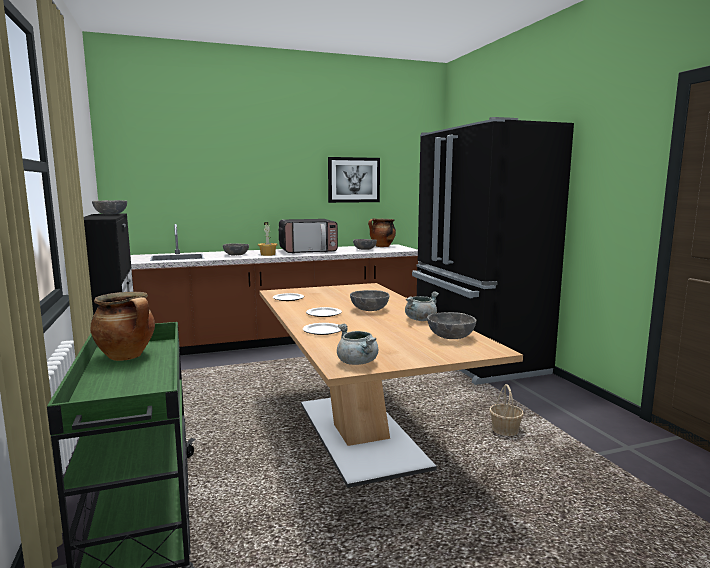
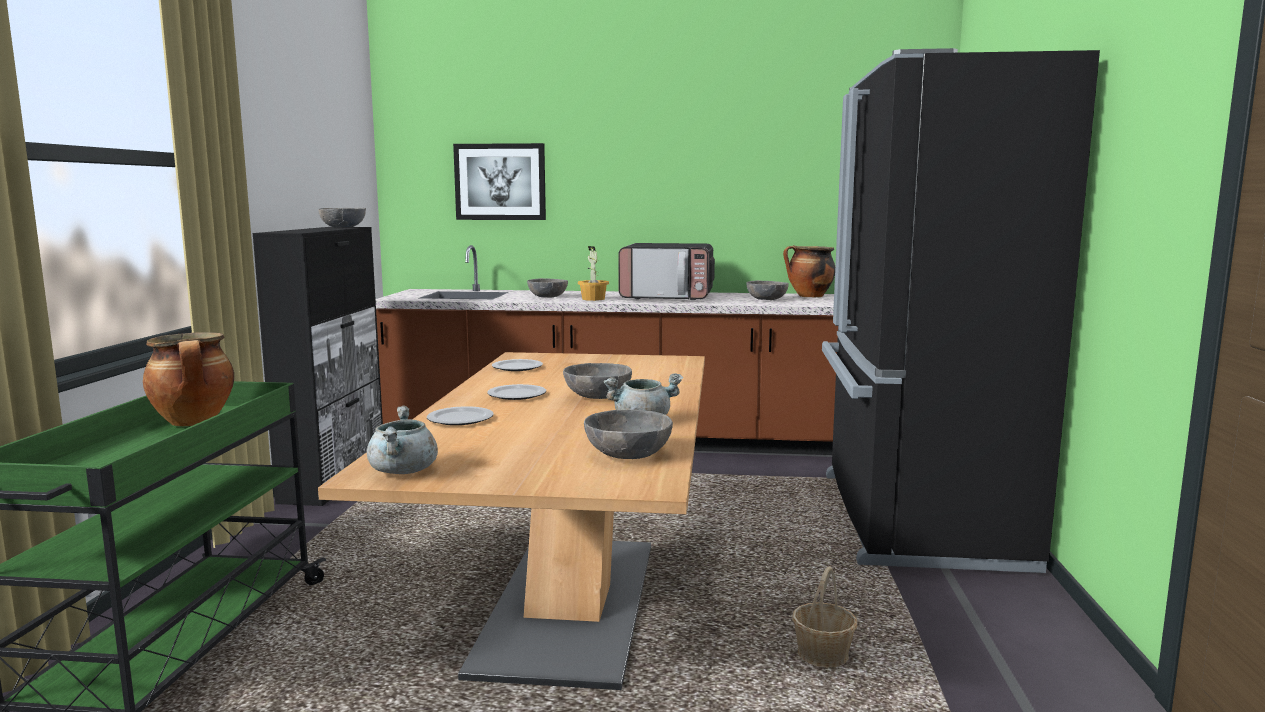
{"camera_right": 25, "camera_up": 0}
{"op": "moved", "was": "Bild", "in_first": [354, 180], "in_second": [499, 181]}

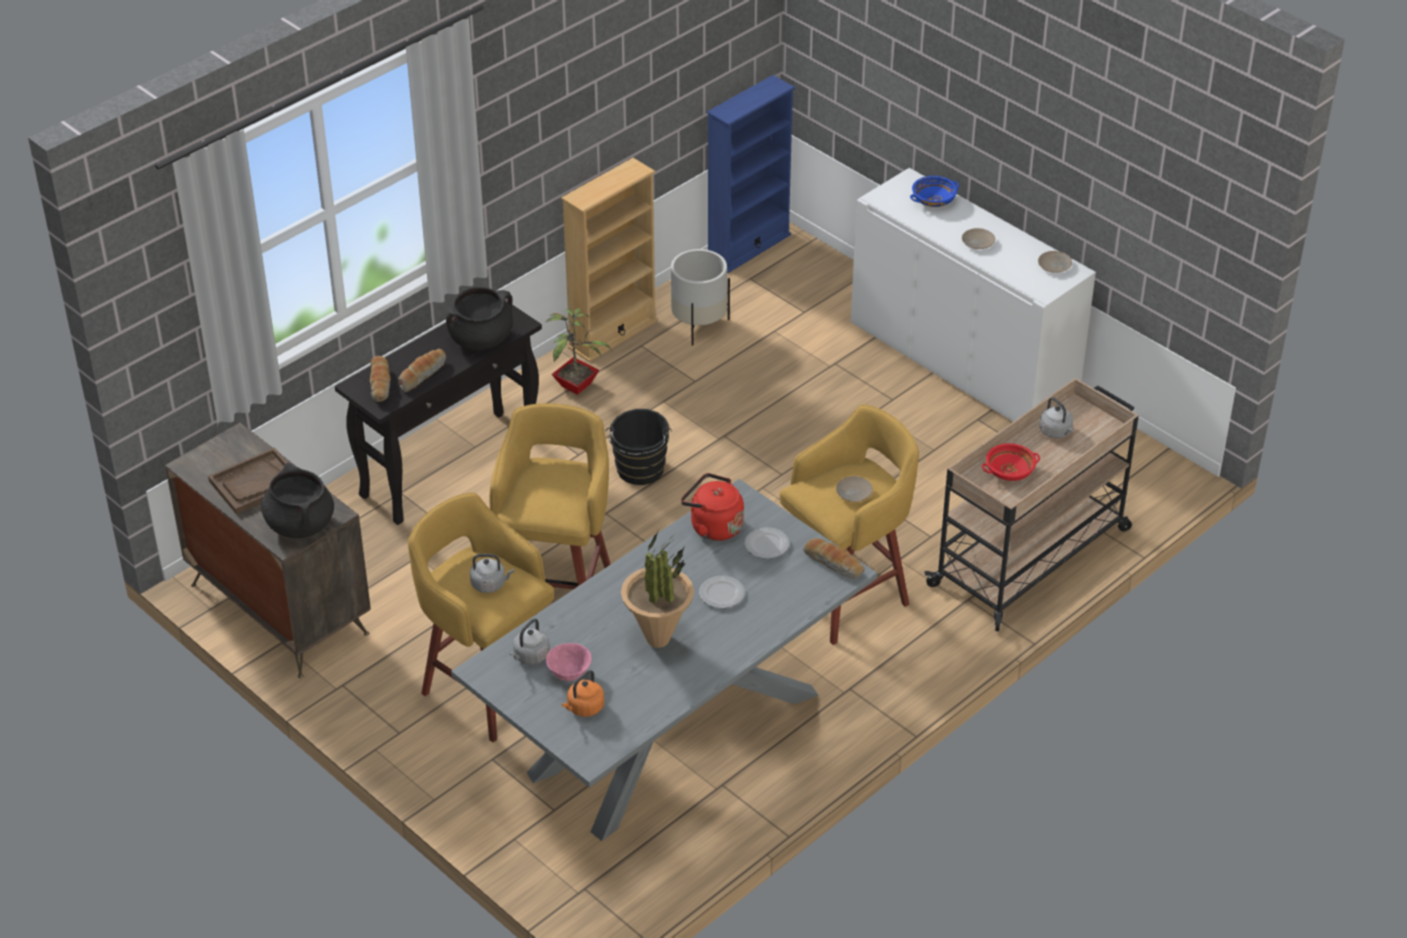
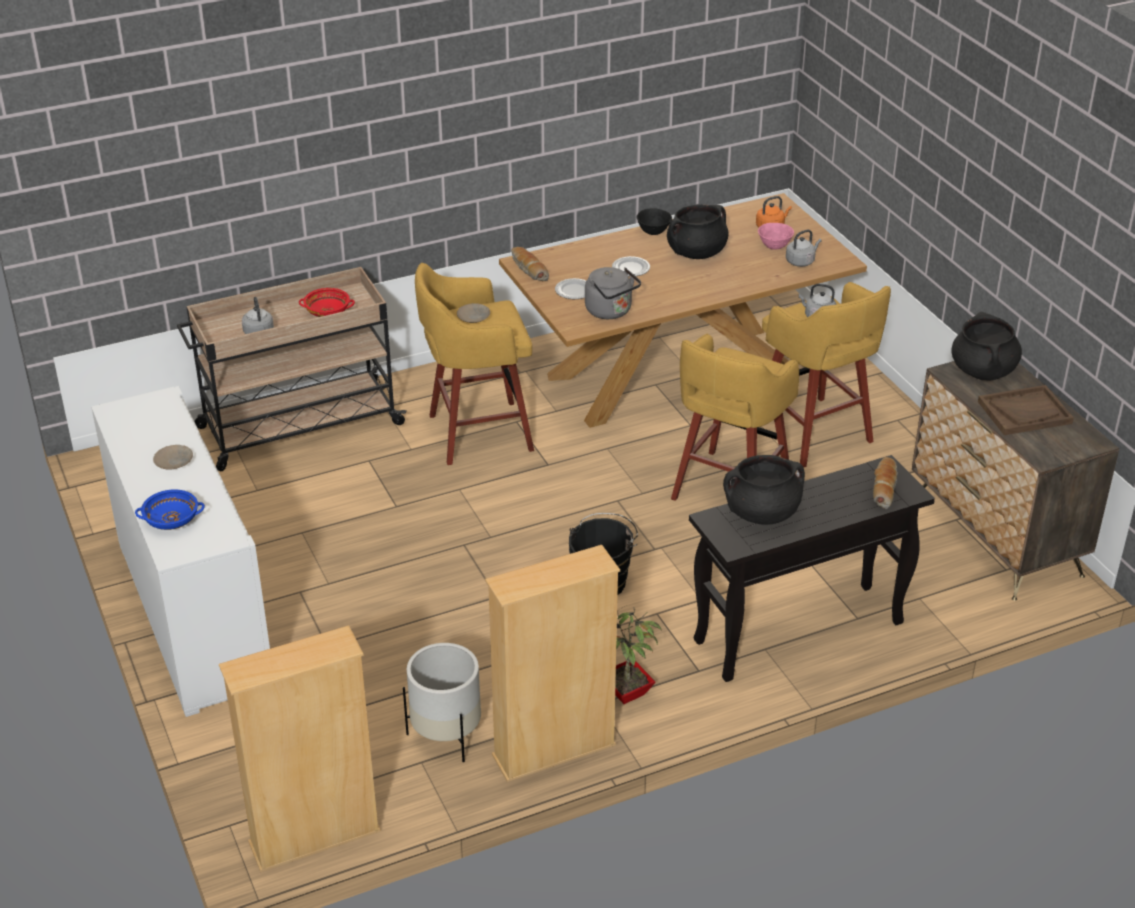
{"camera_right": -160, "camera_up": -5}
{"op": "removed", "was": "Brot", "in_first": [422, 370]}
{"op": "recoloured", "was": "Esstisch [grau]", "now": "Esstisch [braun]", "in_first": [664, 660], "in_second": [683, 310]}
{"op": "replaced", "was": "Topfpflanze", "now": "Kochtopf [schwarz]", "in_first": [657, 589], "in_second": [698, 231]}
{"op": "recoloured", "was": "Wasserkessel [rot]", "now": "Wasserkessel [grau]", "in_first": [712, 507], "in_second": [613, 293]}
{"op": "recoloured", "was": "Bücherregal [blau]", "now": "Bücherregal [beige]", "in_first": [751, 174], "in_second": [300, 748]}
{"op": "removed", "was": "Teller [beige]", "in_first": [1055, 262]}
{"op": "added", "now": "Schüssel [schwarz]", "in_second": [654, 221]}

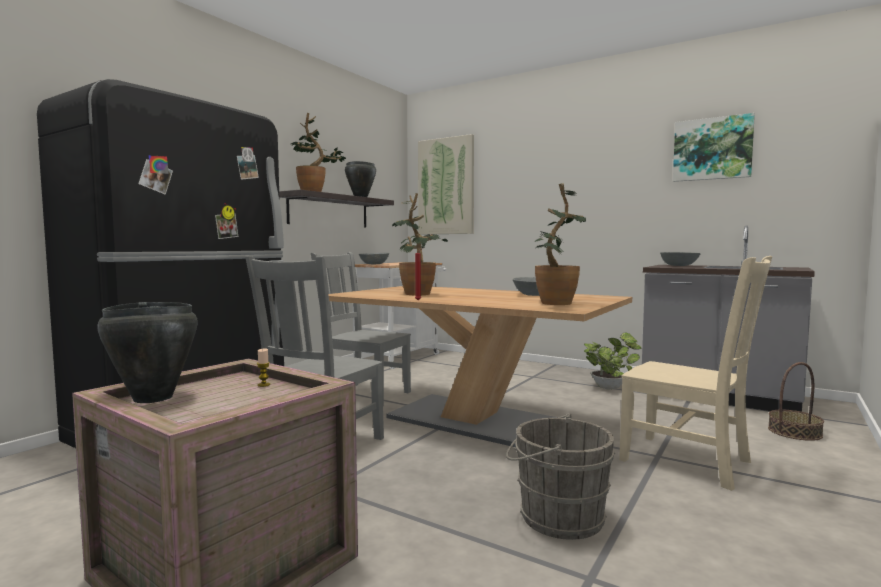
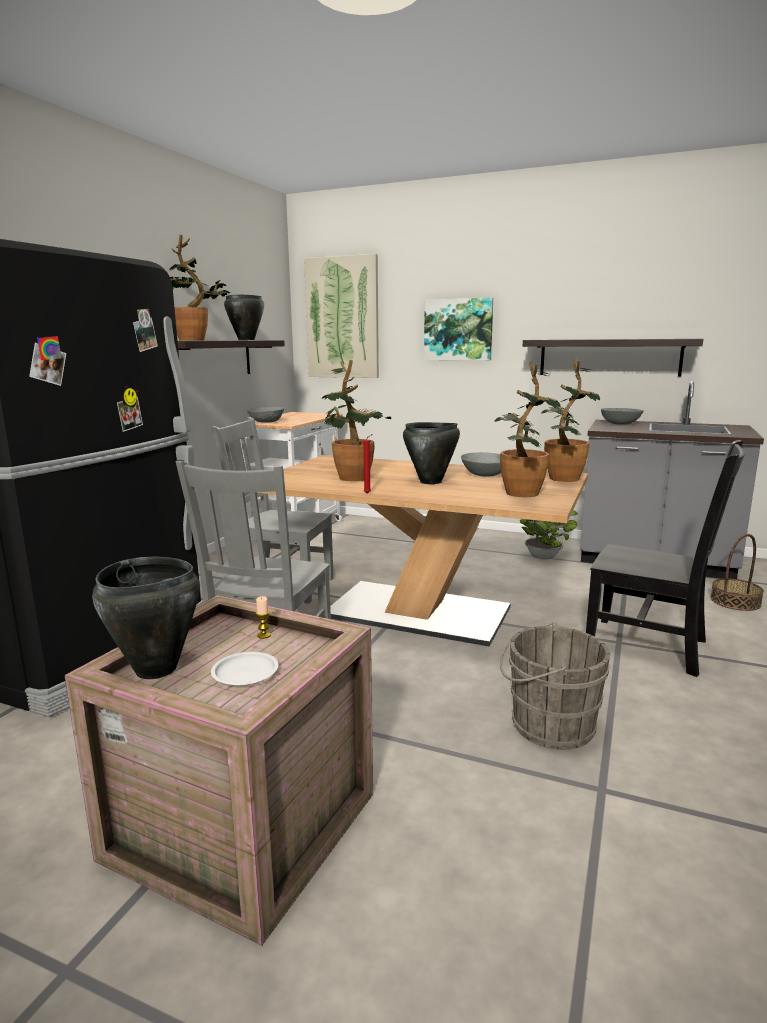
{"camera_right": -10, "camera_up": 10}
{"op": "recoloured", "was": "Stuhl [beige]", "now": "Stuhl [schwarz]", "in_first": [695, 373], "in_second": [665, 558]}
{"op": "moved", "was": "Bild", "in_first": [714, 147], "in_second": [458, 328]}
{"op": "added", "now": "Teller [weiß]", "in_second": [245, 669]}
{"op": "added", "now": "Kochtopf [schwarz]", "in_second": [431, 453]}
{"op": "added", "now": "Wandregal", "in_second": [613, 357]}
{"op": "added", "now": "Topfpflanze", "in_second": [570, 420]}

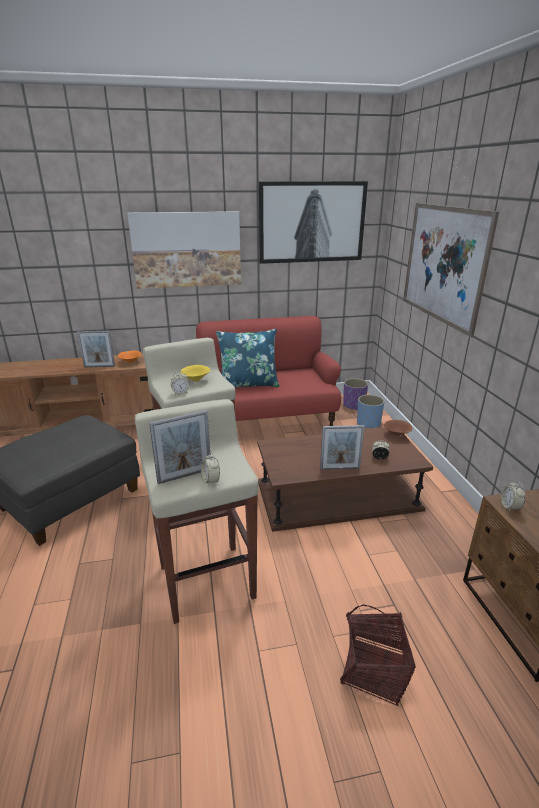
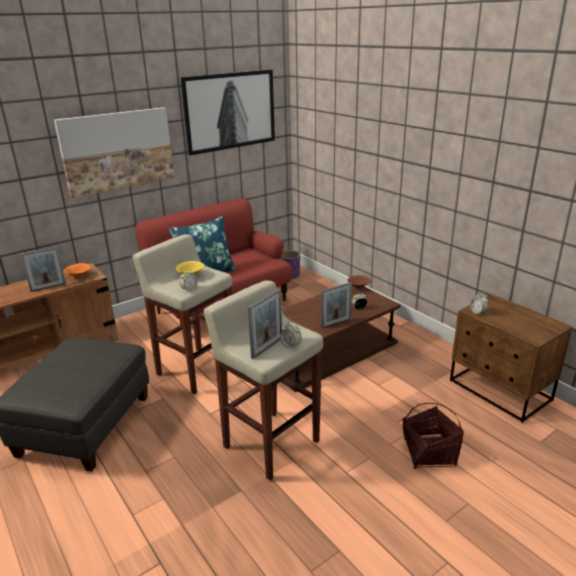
{"camera_right": -25, "camera_up": 0}
{"op": "removed", "was": "Pflanzkübel [blau]", "in_first": [370, 411]}
{"op": "removed", "was": "Bild", "in_first": [451, 270]}

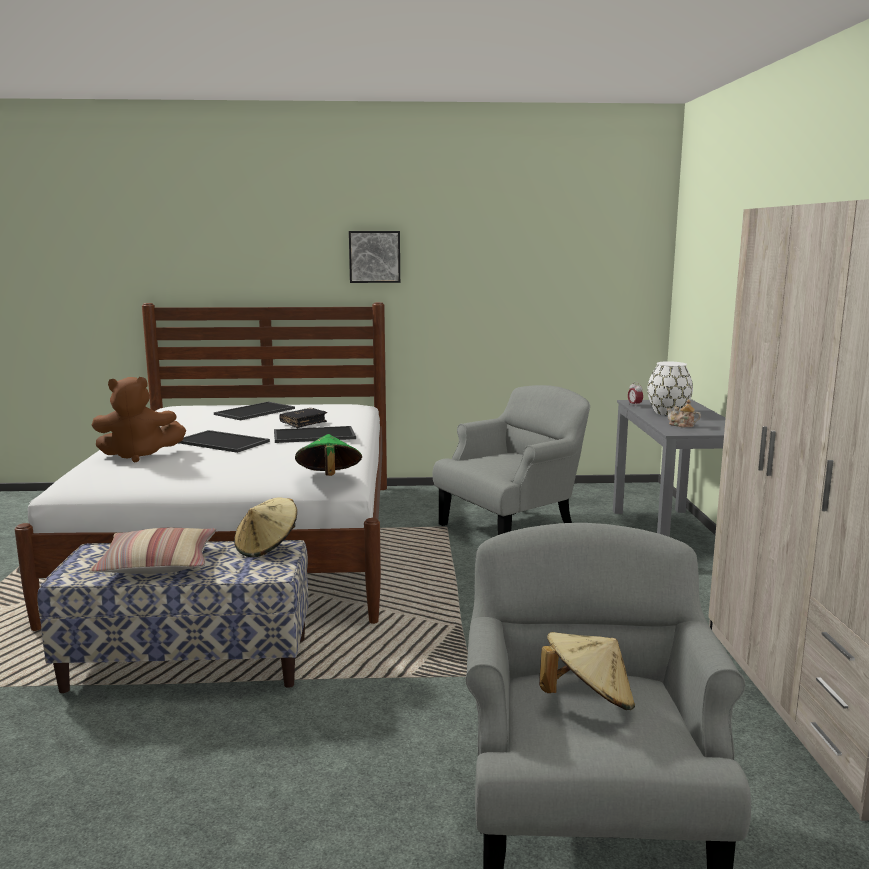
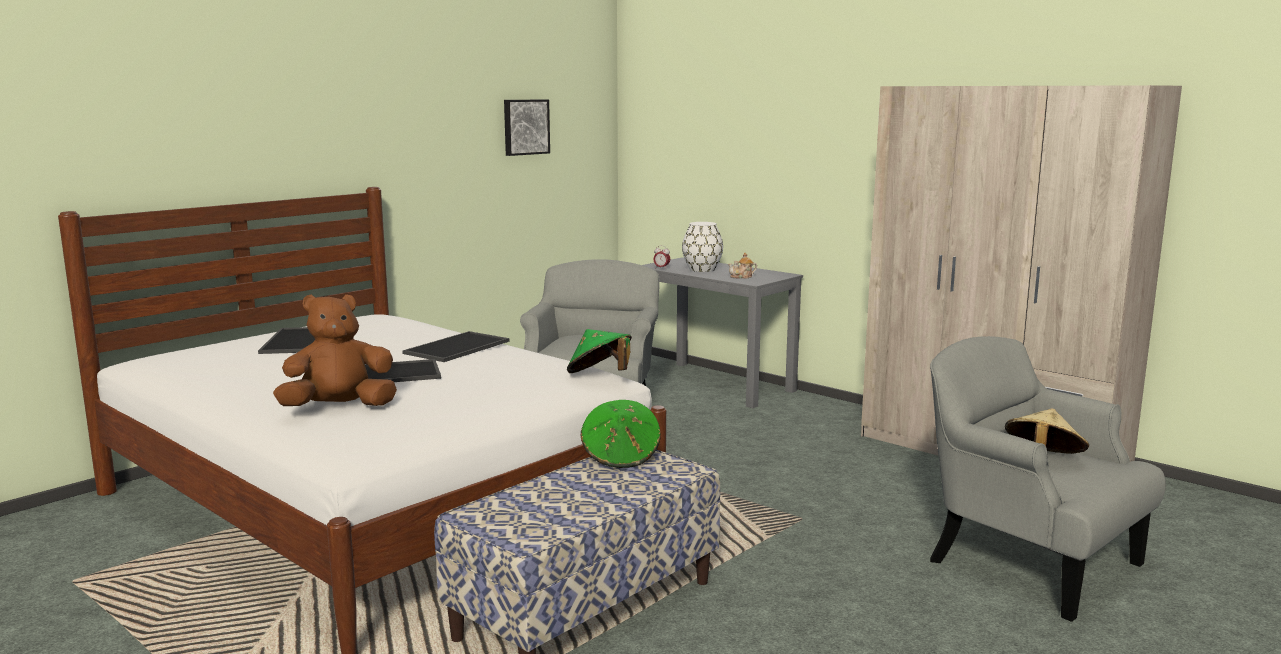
{"camera_right": -45, "camera_up": 0}
{"op": "removed", "was": "Kissen", "in_first": [152, 551]}
{"op": "turned", "was": "Plüschtier [braun]", "in_first": [139, 419], "in_second": [335, 350], "clockwise": -150}
{"op": "recoloured", "was": "Hut [beige]", "now": "Hut [grün]", "in_first": [265, 527], "in_second": [620, 434]}
{"op": "removed", "was": "Buch [schwarz]", "in_first": [303, 418]}
{"op": "moved", "was": "Bild", "in_first": [374, 257], "in_second": [527, 127]}

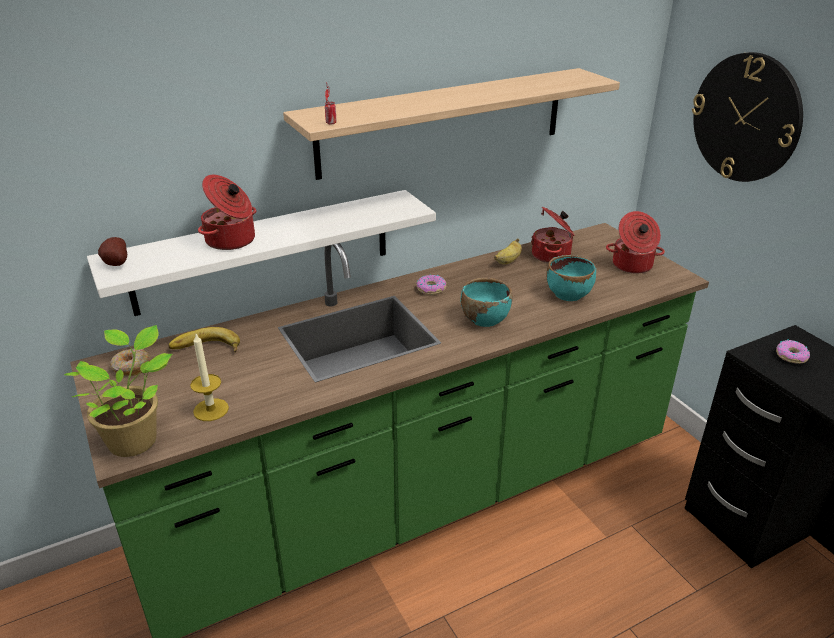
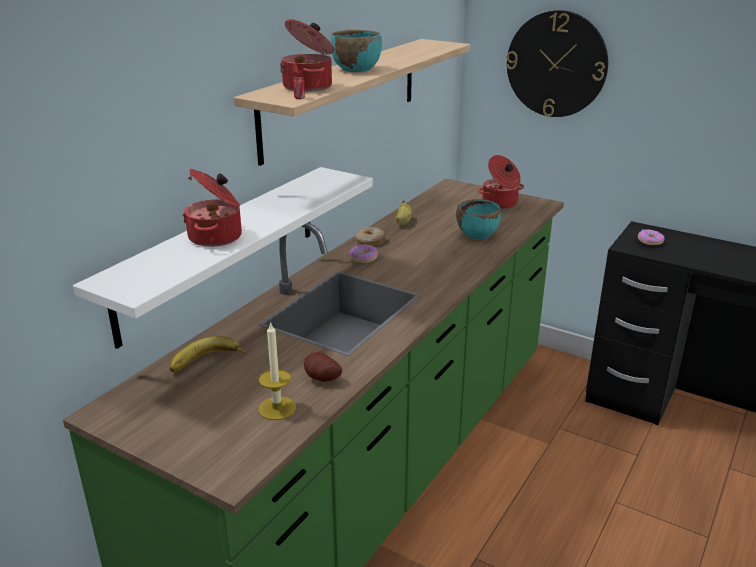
{"camera_right": -30, "camera_up": -5}
{"op": "removed", "was": "Topfpflanze", "in_first": [118, 391]}
{"op": "moved", "was": "Kartoffel", "in_first": [112, 251], "in_second": [323, 367]}
{"op": "moved", "was": "Donut", "in_first": [130, 362], "in_second": [370, 236]}
{"op": "moved", "was": "Schüssel [türkis]", "in_first": [486, 302], "in_second": [356, 51]}
{"op": "moved", "was": "Kochtopf", "in_first": [553, 234], "in_second": [307, 55]}

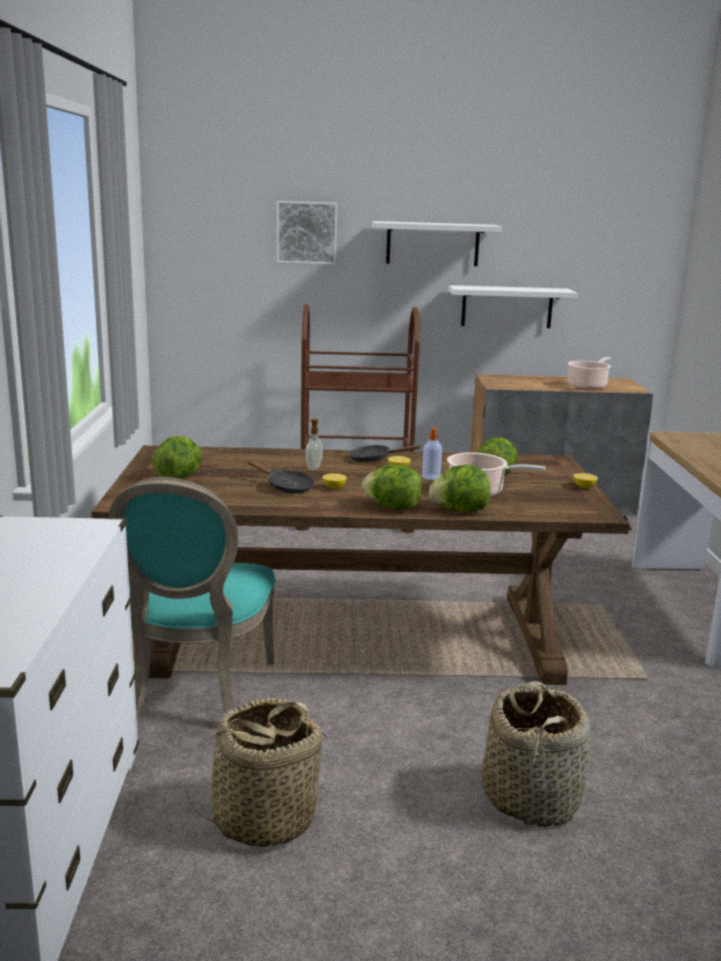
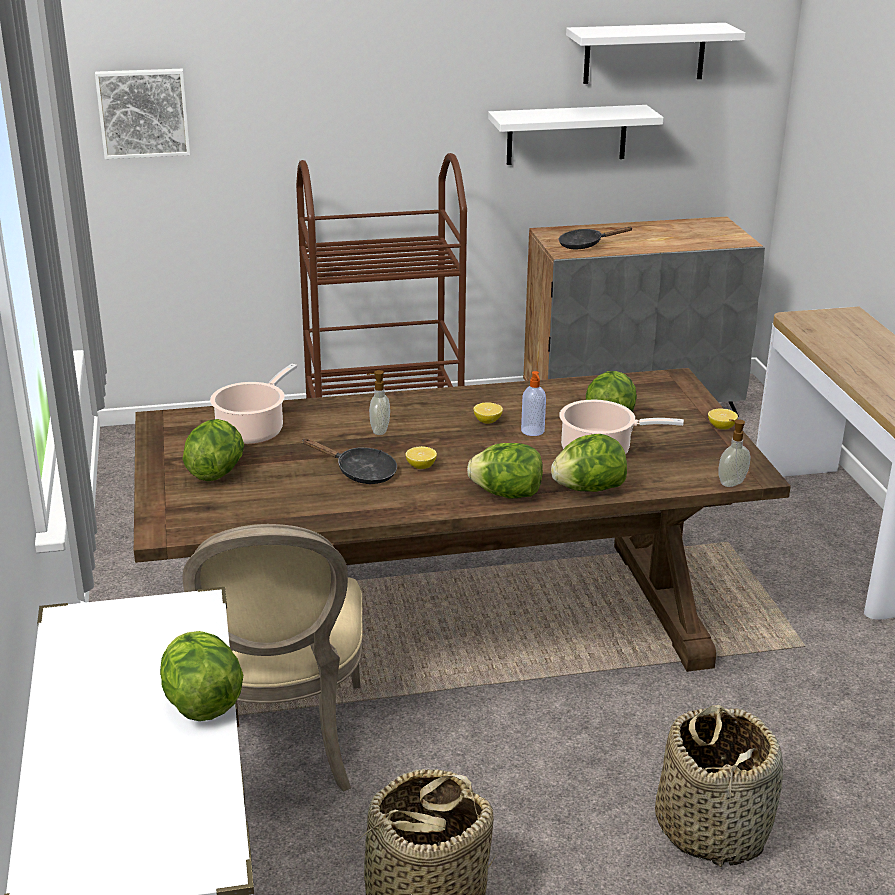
{"camera_right": -10, "camera_up": 10}
{"op": "recoloured", "was": "Stuhl [türkis]", "now": "Stuhl [beige]", "in_first": [192, 598], "in_second": [273, 658]}
{"op": "moved", "was": "Bild", "in_first": [307, 233], "in_second": [142, 114]}
{"op": "moved", "was": "Pfanne [schwarz]", "in_first": [385, 453], "in_second": [595, 238]}
{"op": "moved", "was": "Wandregal [weiß]", "in_first": [437, 243], "in_second": [656, 53]}
{"op": "moved", "was": "Kochtopf", "in_first": [589, 373], "in_second": [253, 404]}
{"op": "added", "now": "Salatkopf", "in_second": [201, 676]}
{"op": "added", "now": "Seifenspender", "in_second": [734, 453]}

